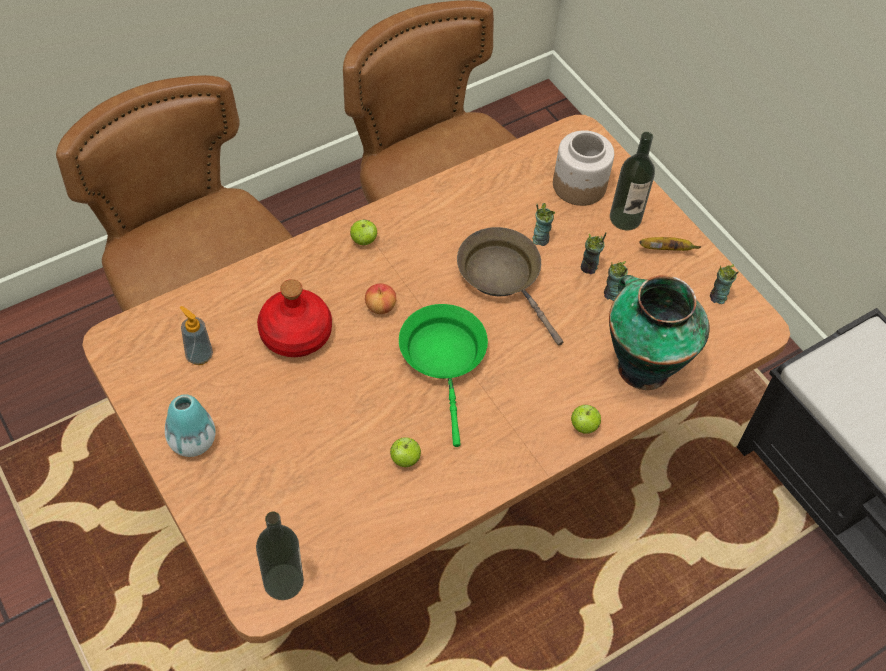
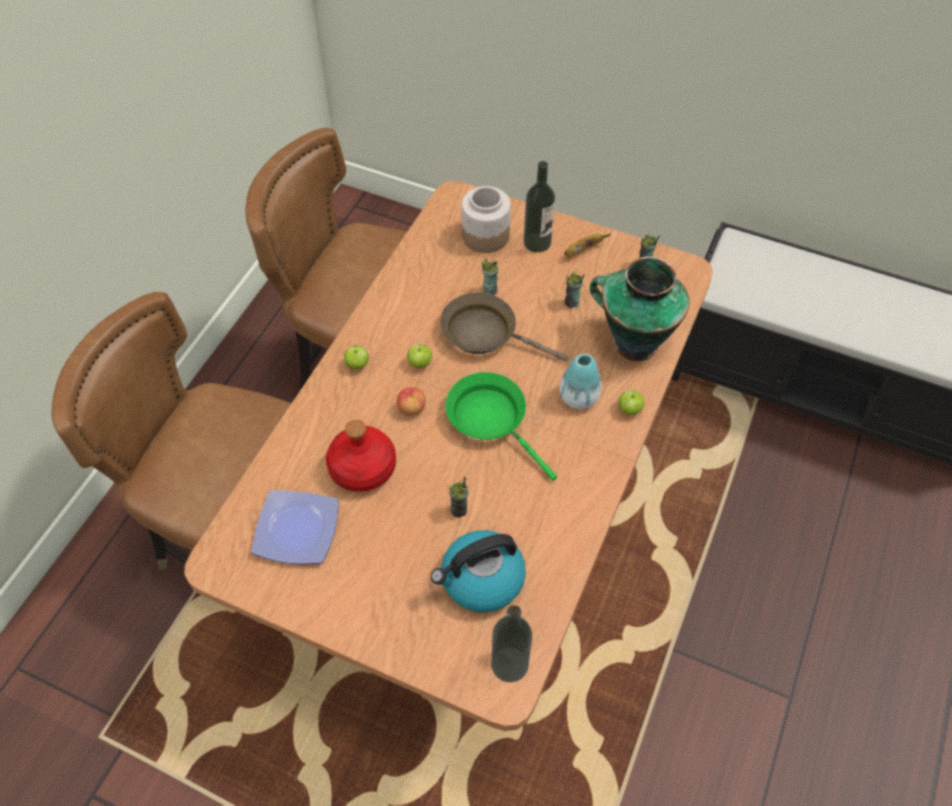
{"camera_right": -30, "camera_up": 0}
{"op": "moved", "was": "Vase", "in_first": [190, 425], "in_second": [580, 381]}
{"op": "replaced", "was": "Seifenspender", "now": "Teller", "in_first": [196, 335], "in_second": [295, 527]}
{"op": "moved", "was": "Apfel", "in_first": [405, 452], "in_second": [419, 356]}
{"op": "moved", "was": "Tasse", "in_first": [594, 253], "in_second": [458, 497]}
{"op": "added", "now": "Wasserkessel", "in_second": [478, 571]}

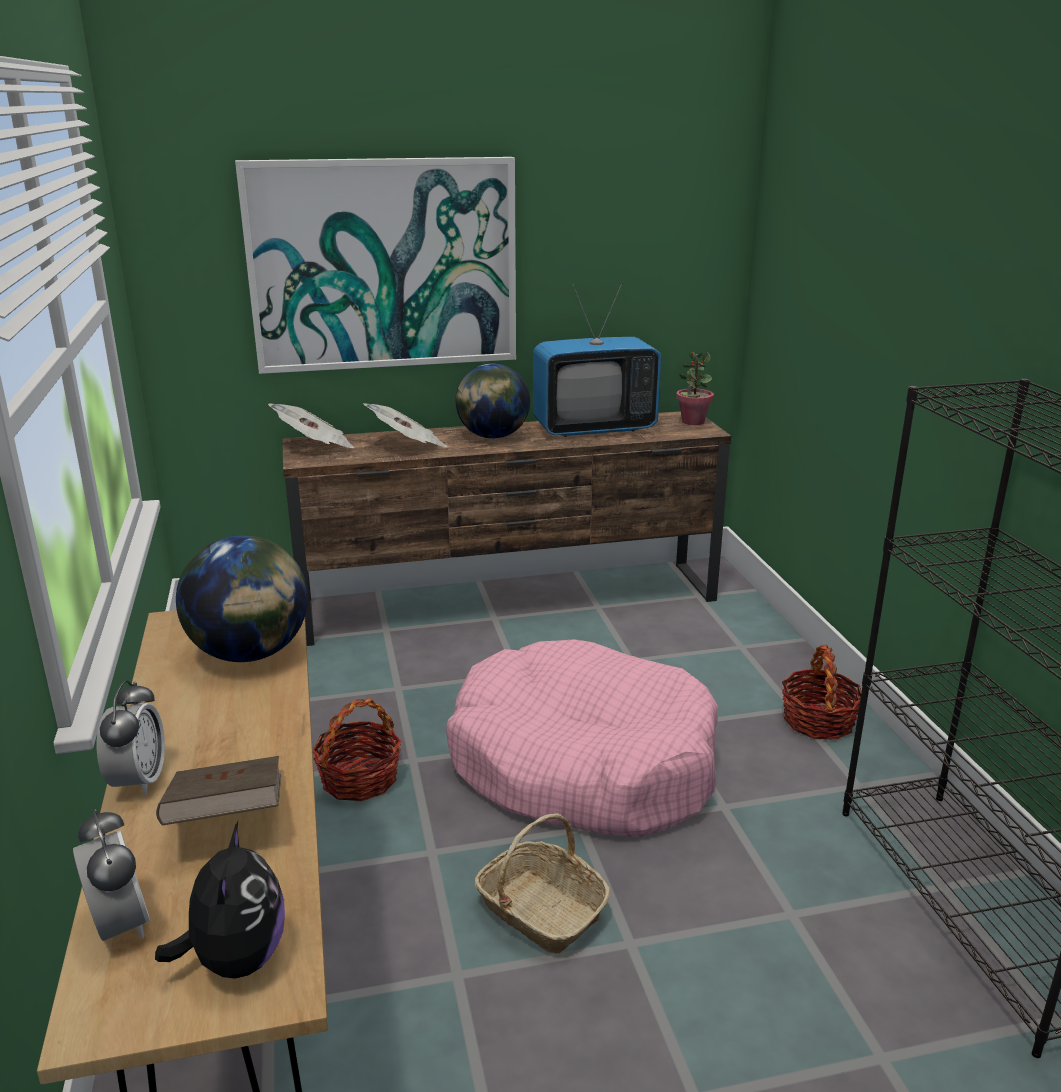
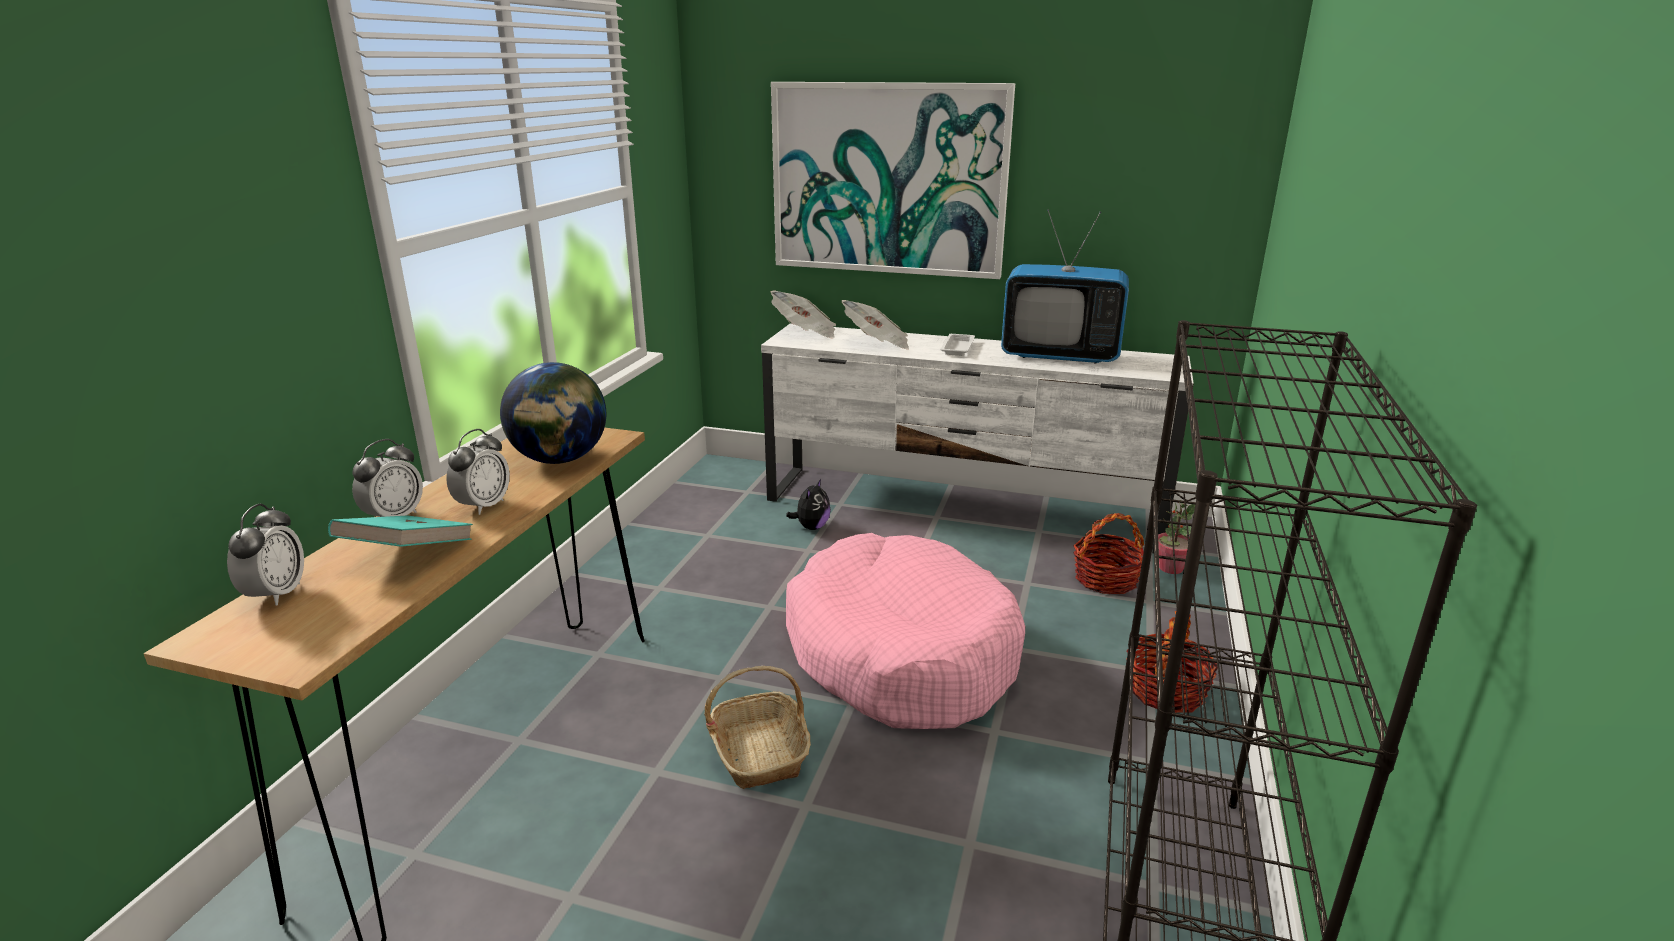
{"camera_right": 30, "camera_up": 0}
{"op": "moved", "was": "Plüschtier", "in_first": [220, 900], "in_second": [808, 504]}
{"op": "recoloured", "was": "Buch [braun]", "now": "Buch [türkis]", "in_first": [218, 790], "in_second": [400, 531]}
{"op": "recoloured", "was": "Fernsehschrank [braun]", "now": "Fernsehschrank [weiß]", "in_first": [506, 528], "in_second": [977, 438]}
{"op": "moved", "was": "Korb", "in_first": [357, 749], "in_second": [1108, 553]}
{"op": "replaced", "was": "Globus", "now": "Tablett [weiß]", "in_first": [493, 401], "in_second": [957, 345]}
{"op": "moved", "was": "Topfpflanze", "in_first": [695, 388], "in_second": [1176, 538]}
{"op": "added", "now": "Wecker", "in_second": [478, 472]}

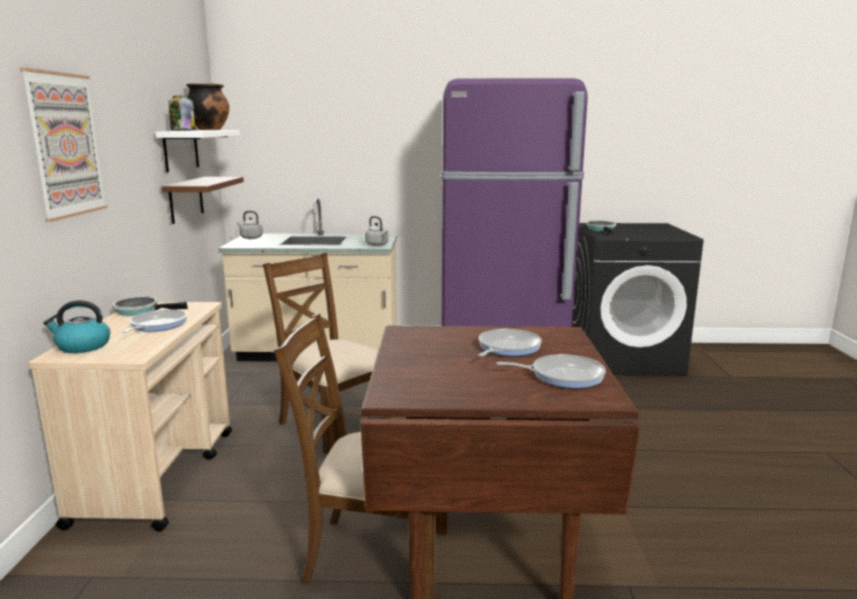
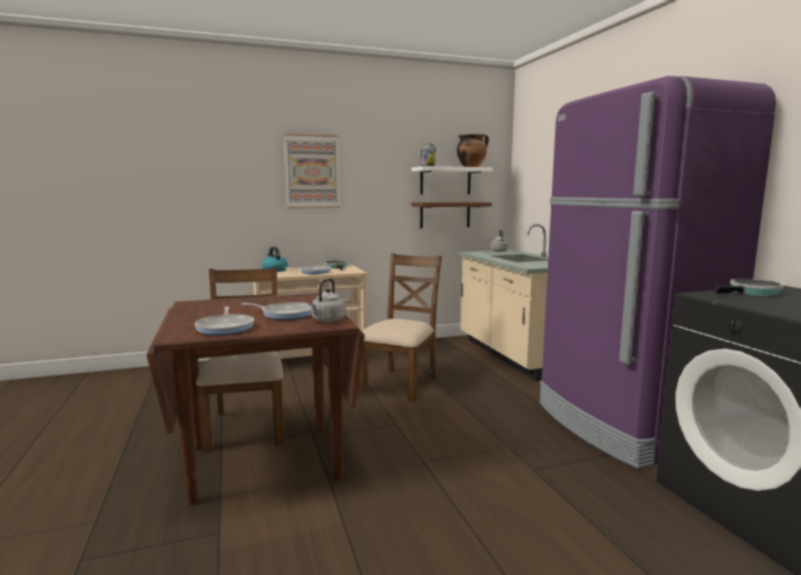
{"camera_right": 70, "camera_up": -5}
{"op": "moved", "was": "Wasserkessel [grau]", "in_first": [376, 231], "in_second": [327, 300]}

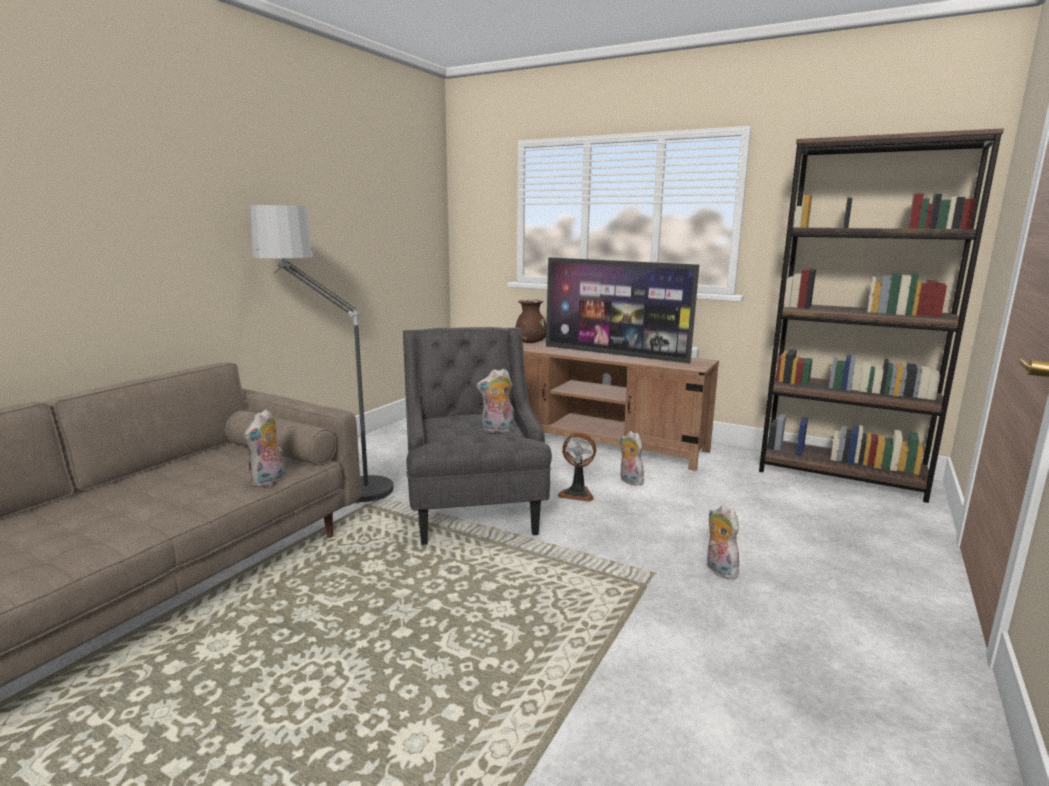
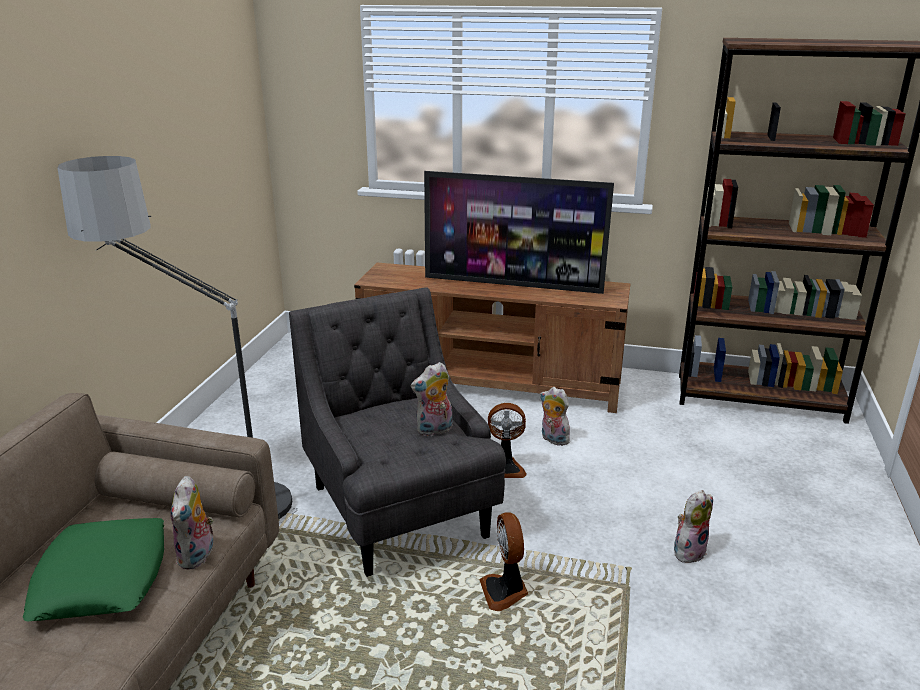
{"camera_right": -15, "camera_up": 10}
{"op": "removed", "was": "Vase [braun]", "in_first": [530, 321]}
{"op": "turned", "was": "Plüschtier", "in_first": [723, 541], "in_second": [693, 526], "clockwise": 90}
{"op": "added", "now": "Kissen [grün]", "in_second": [93, 569]}
{"op": "added", "now": "Ventilator", "in_second": [503, 562]}

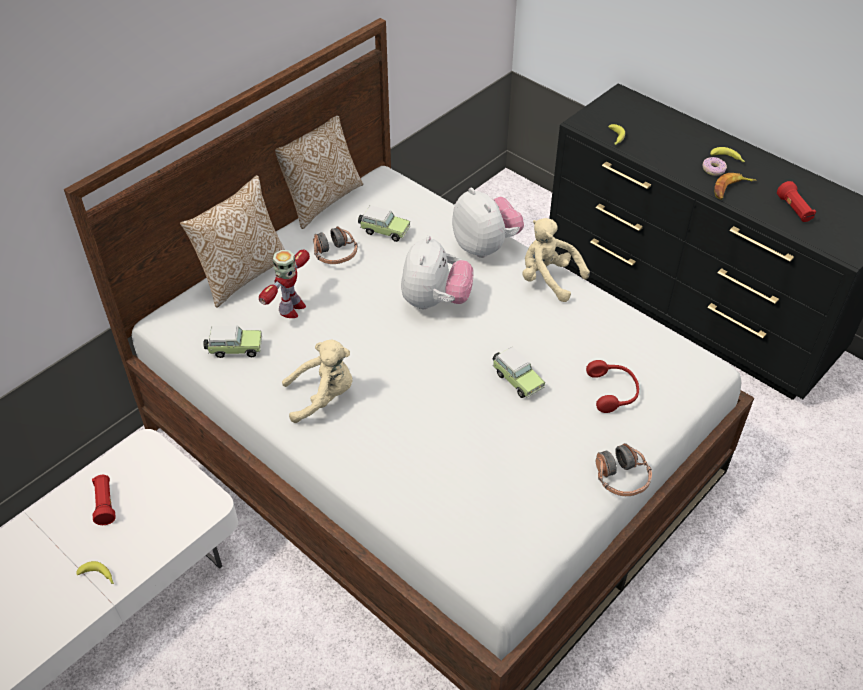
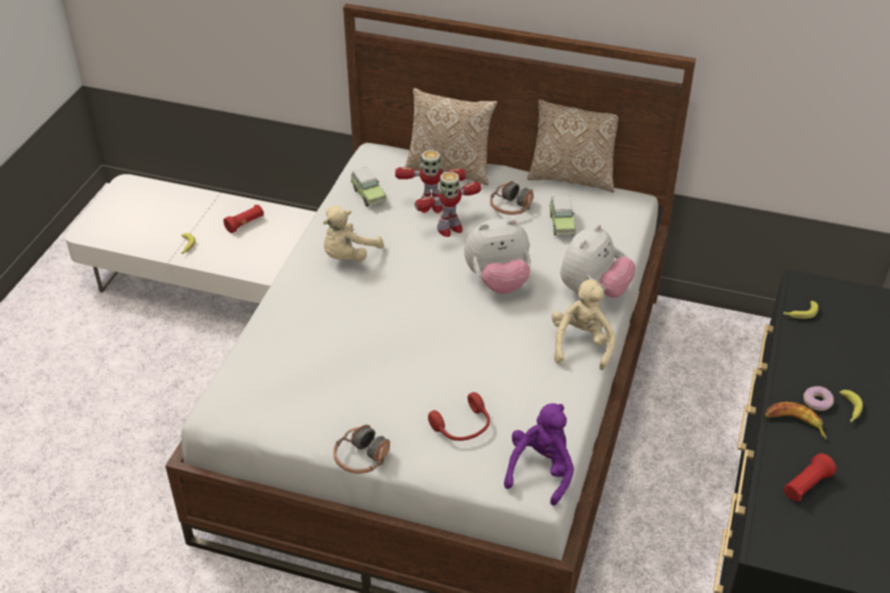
{"camera_right": 65, "camera_up": -5}
{"op": "turned", "was": "Plüschtier [beige]", "in_first": [317, 381], "in_second": [353, 234], "clockwise": 75}
{"op": "removed", "was": "Spielzeugauto", "in_first": [518, 372]}
{"op": "added", "now": "Spielzeugroboter", "in_second": [448, 204]}
{"op": "added", "now": "Plüschtier [lila]", "in_second": [539, 454]}

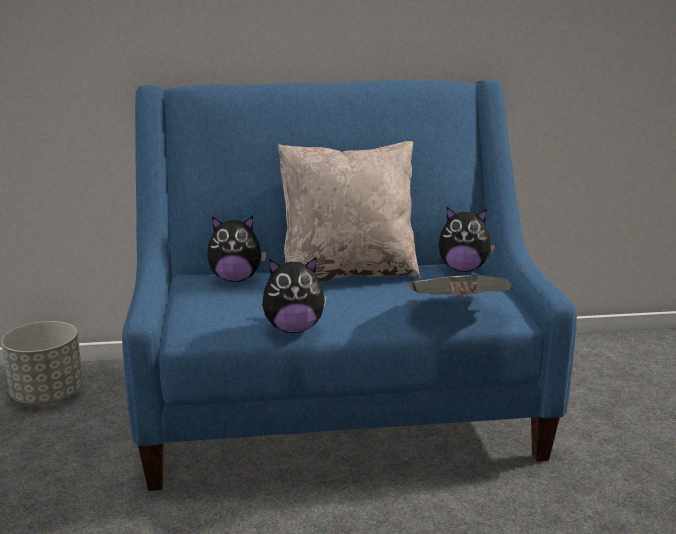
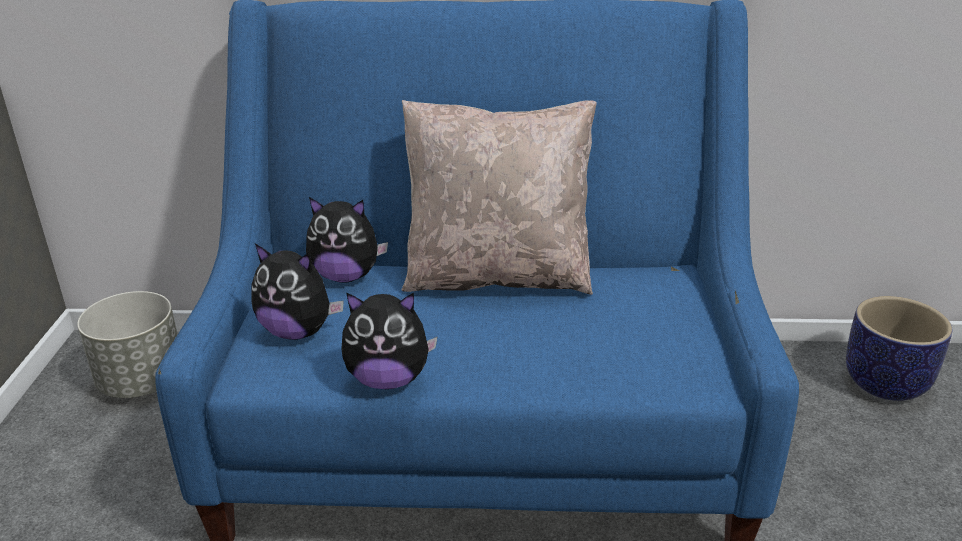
{"camera_right": 10, "camera_up": 10}
{"op": "removed", "was": "Zeitung", "in_first": [461, 286]}
{"op": "moved", "was": "Plüschtier", "in_first": [467, 239], "in_second": [297, 292]}
{"op": "added", "now": "Pflanzkübel", "in_second": [899, 348]}

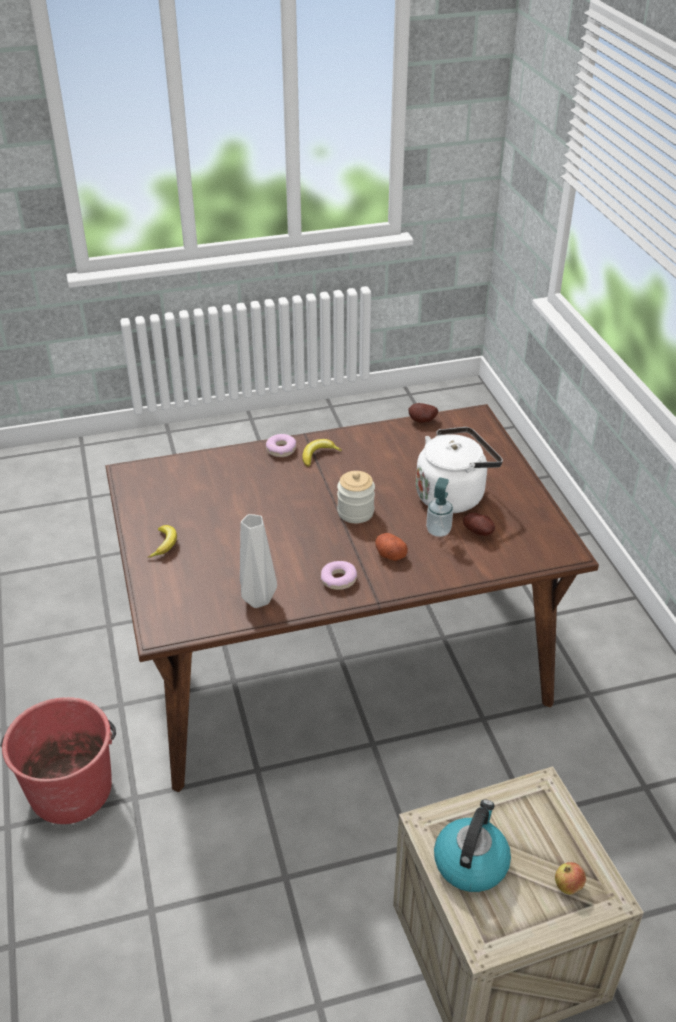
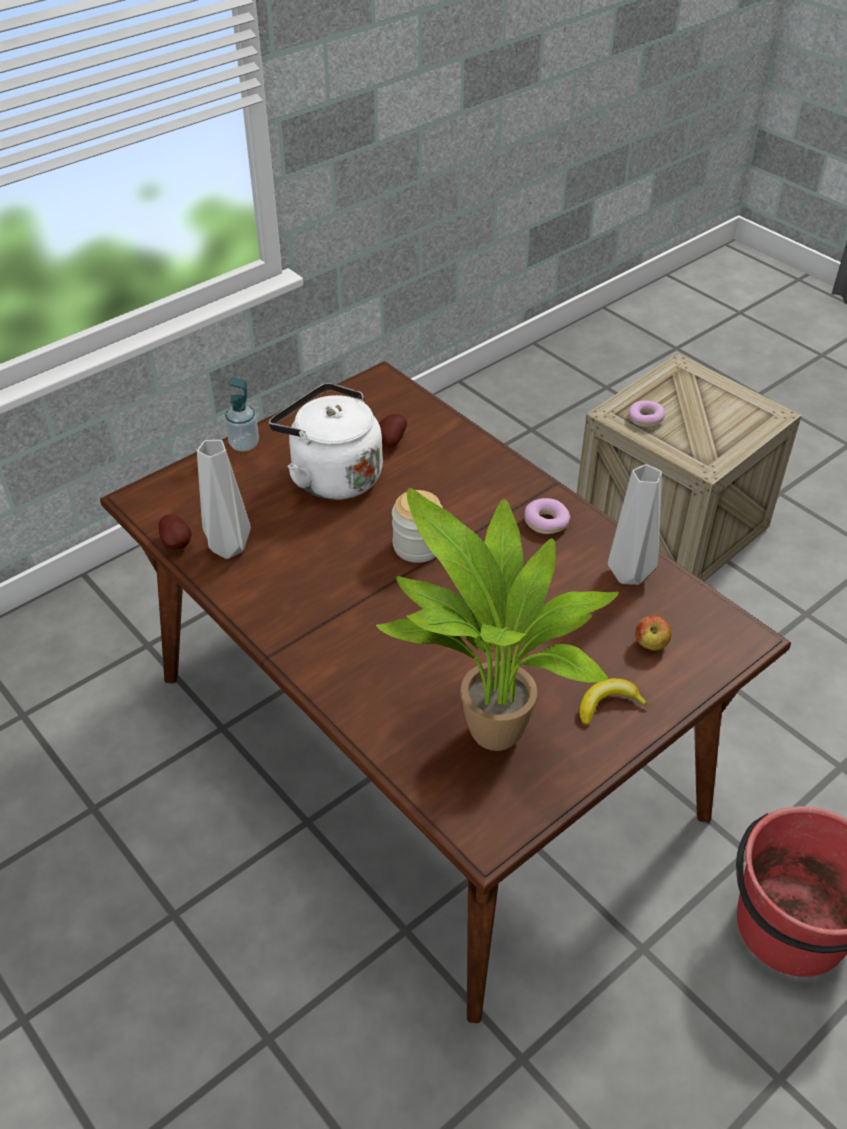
{"camera_right": -115, "camera_up": 5}
{"op": "moved", "was": "Donut", "in_first": [281, 445], "in_second": [646, 414]}
{"op": "removed", "was": "Banane", "in_first": [322, 453]}
{"op": "removed", "was": "Kartoffel", "in_first": [391, 547]}
{"op": "moved", "was": "Seifenspender", "in_first": [439, 507], "in_second": [242, 414]}
{"op": "removed", "was": "Wasserkessel", "in_first": [472, 846]}
{"op": "moved", "was": "Apfel", "in_first": [570, 878], "in_second": [653, 633]}
{"op": "added", "now": "Vase [grau]", "in_second": [224, 499]}
{"op": "added", "now": "Topfpflanze", "in_second": [497, 619]}

